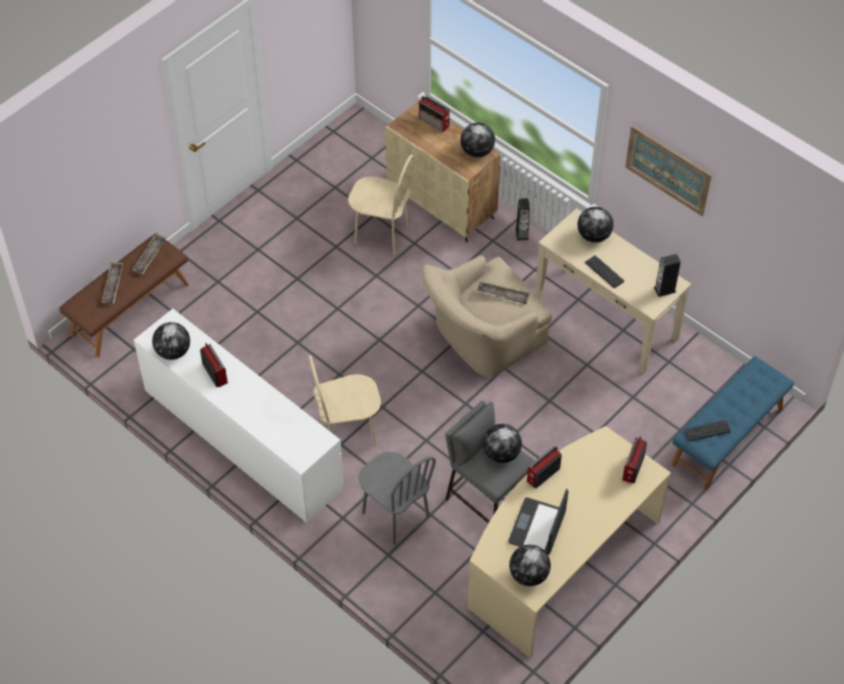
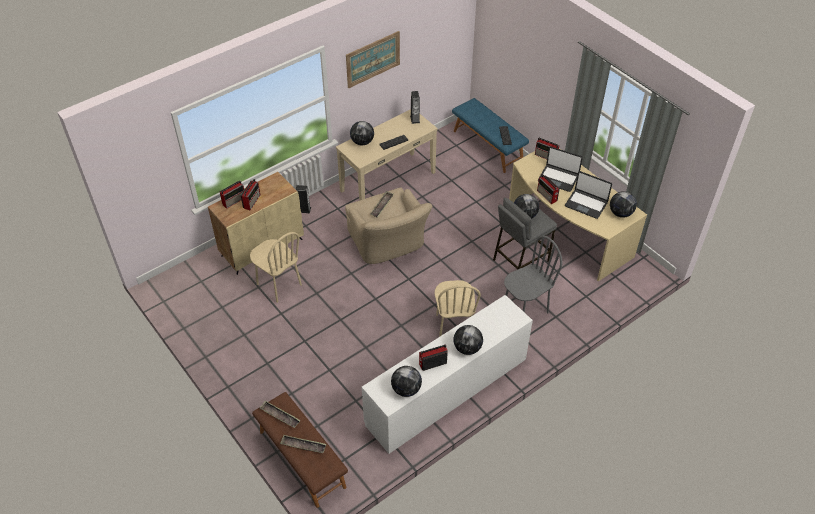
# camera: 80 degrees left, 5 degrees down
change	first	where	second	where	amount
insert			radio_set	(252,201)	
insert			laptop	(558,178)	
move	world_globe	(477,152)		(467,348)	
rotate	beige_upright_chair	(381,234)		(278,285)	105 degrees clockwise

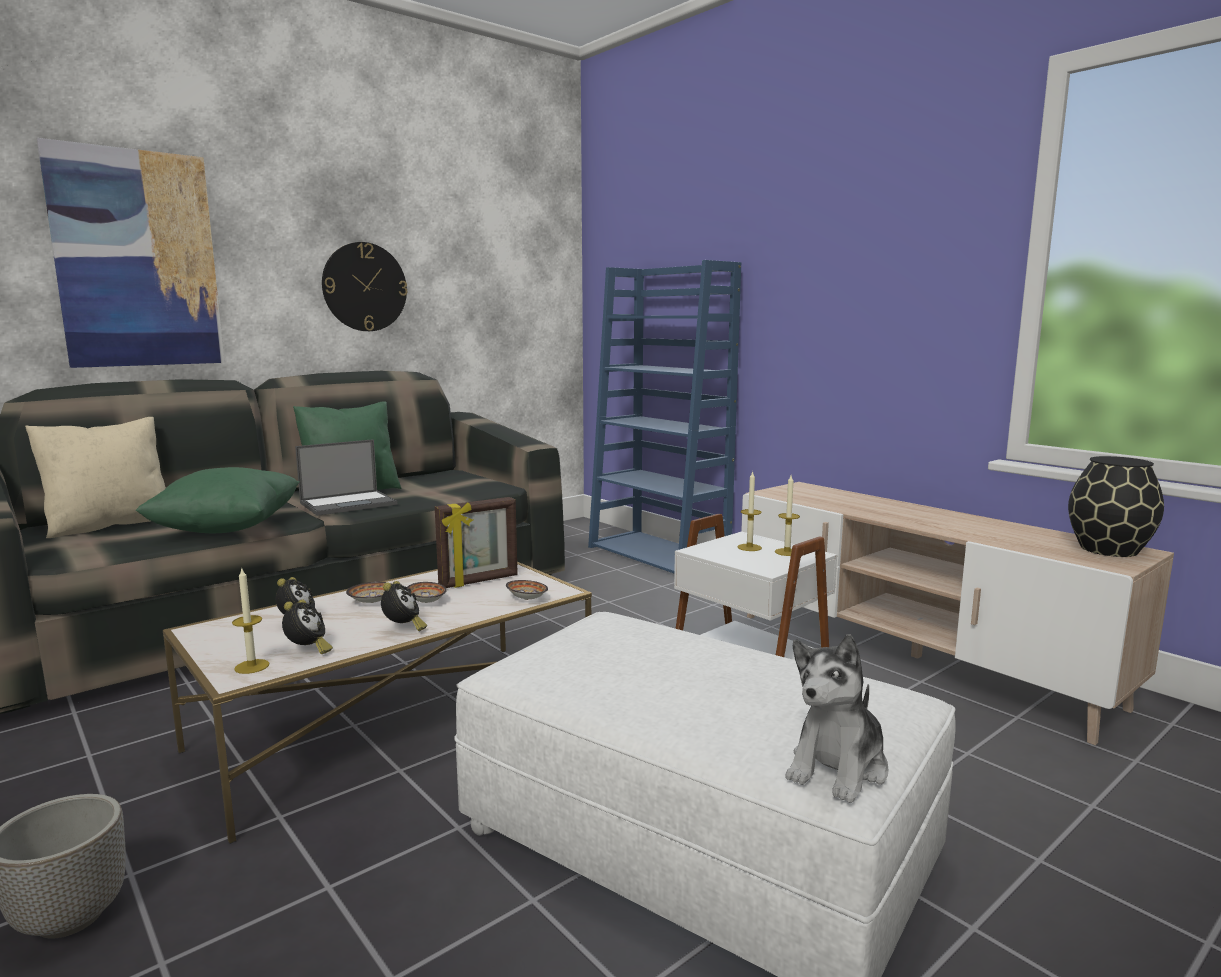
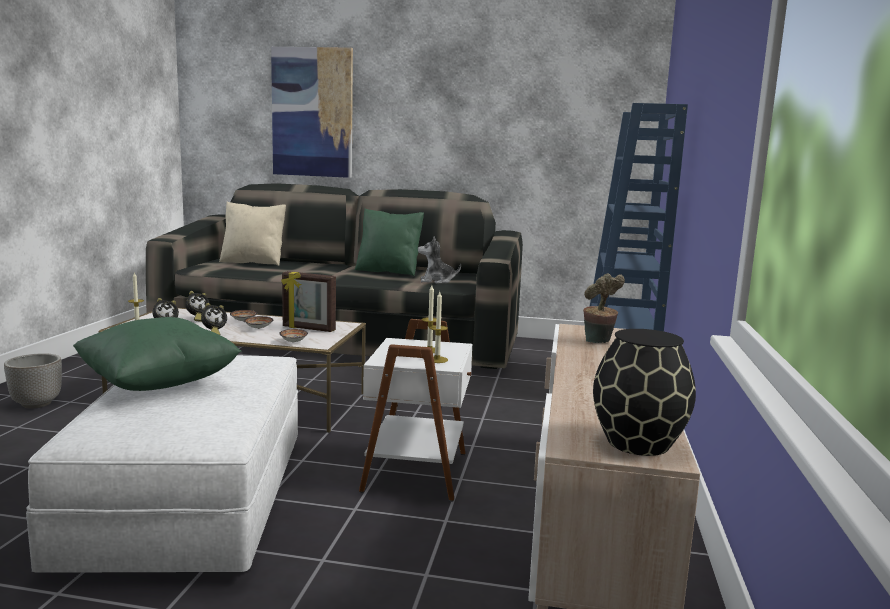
# camera: 50 degrees right, 0 degrees up
change	first	where	second	where	amount
delete	laptop	(349,503)			
delete	wall_clock	(364,287)			
insert			houseplant	(599,342)	
move	green-coloured_throw_pillow	(227,529)		(159,384)	
move	soft_toy	(838,768)		(436,281)	

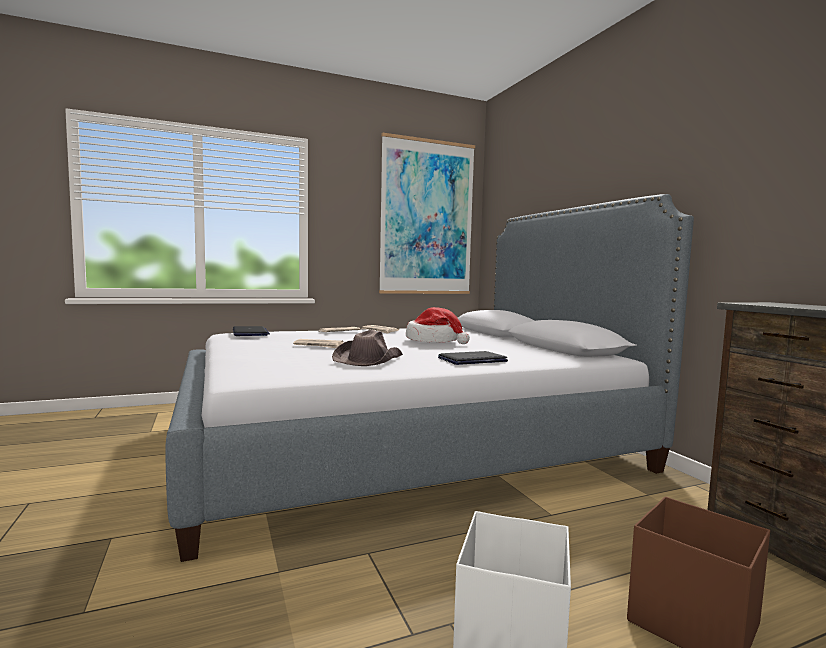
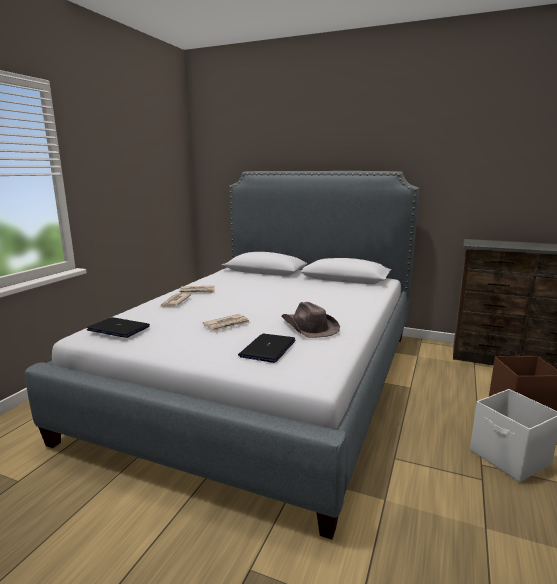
# camera: 45 degrees left, 10 degrees up
change	first	where	second	where	amount
delete	picture	(427,218)			
delete	wearable_hat	(434,341)			
move	laptop	(472,360)		(268,349)	

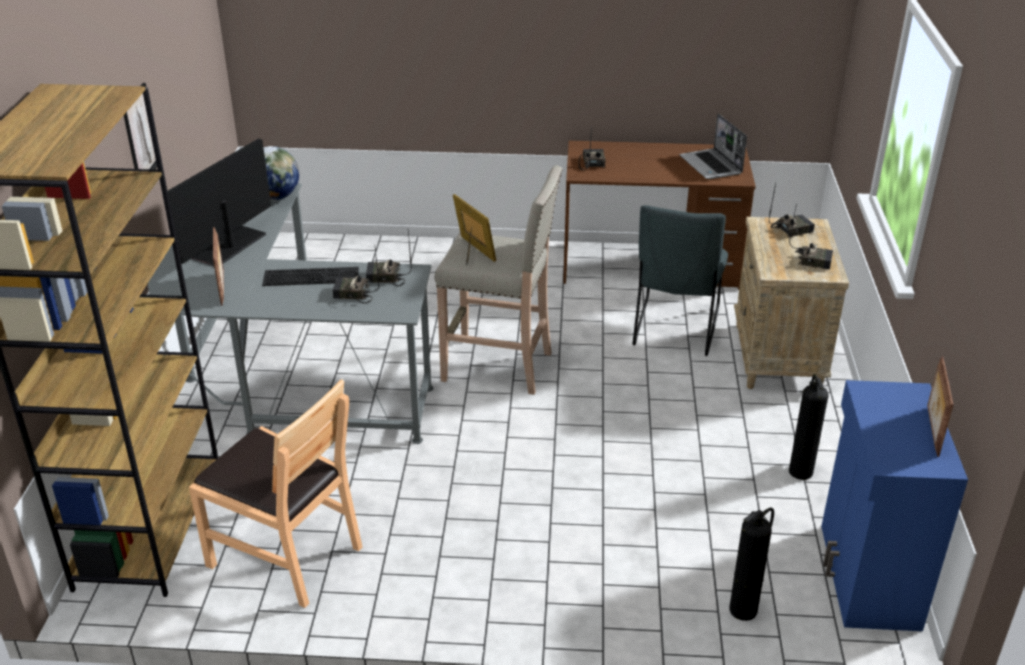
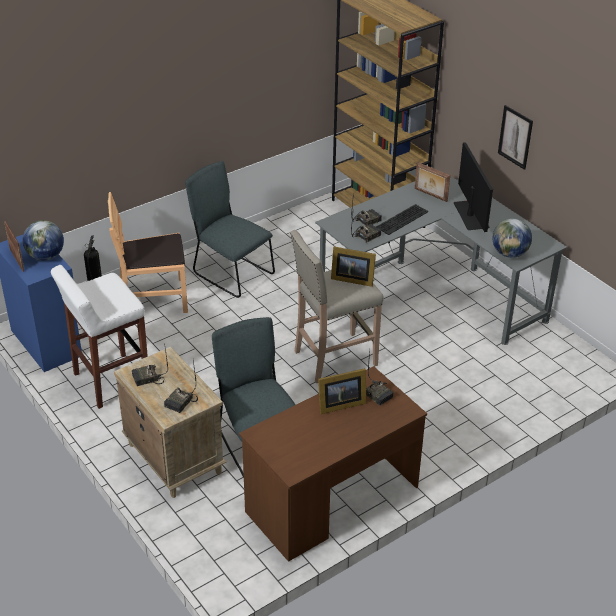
# camera: 140 degrees right, 5 degrees up
change	first	where	second	where	amount
delete	laptop	(711,166)			
insert			world_globe	(45,256)	
insert			grey_upright_chair	(230,272)	
insert			picture_frame	(339,404)	
move	brown-coloured_upright_chair	(285,554)		(153,298)	
replace	fire-fighting_cylinder	(800,471)	white-coloured_stool	(110,381)	

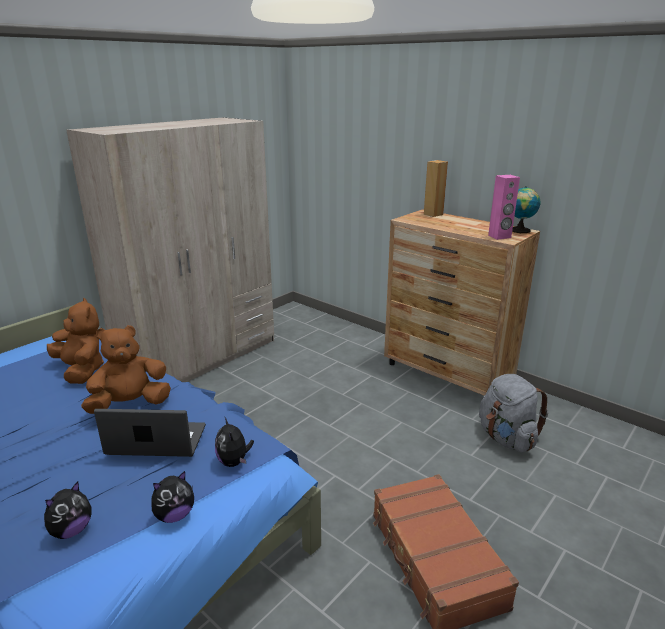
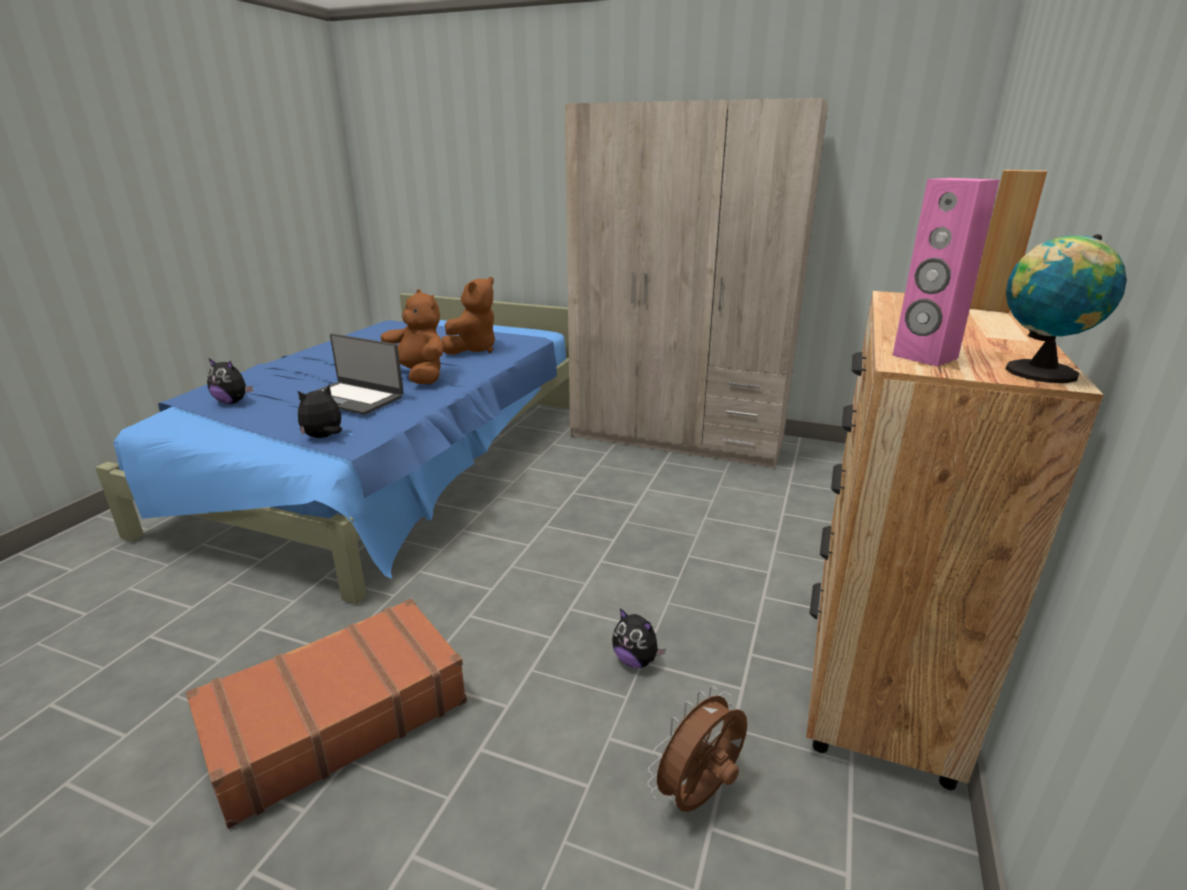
# camera: 70 degrees right, 0 degrees up
change	first	where	second	where	amount
move	soft_toy	(174,515)		(636,660)	
replace	grey_rucksack	(506,438)	brown-coloured_cooling_fan	(699,796)	
rotate	laptop	(156,441)		(353,398)	135 degrees clockwise

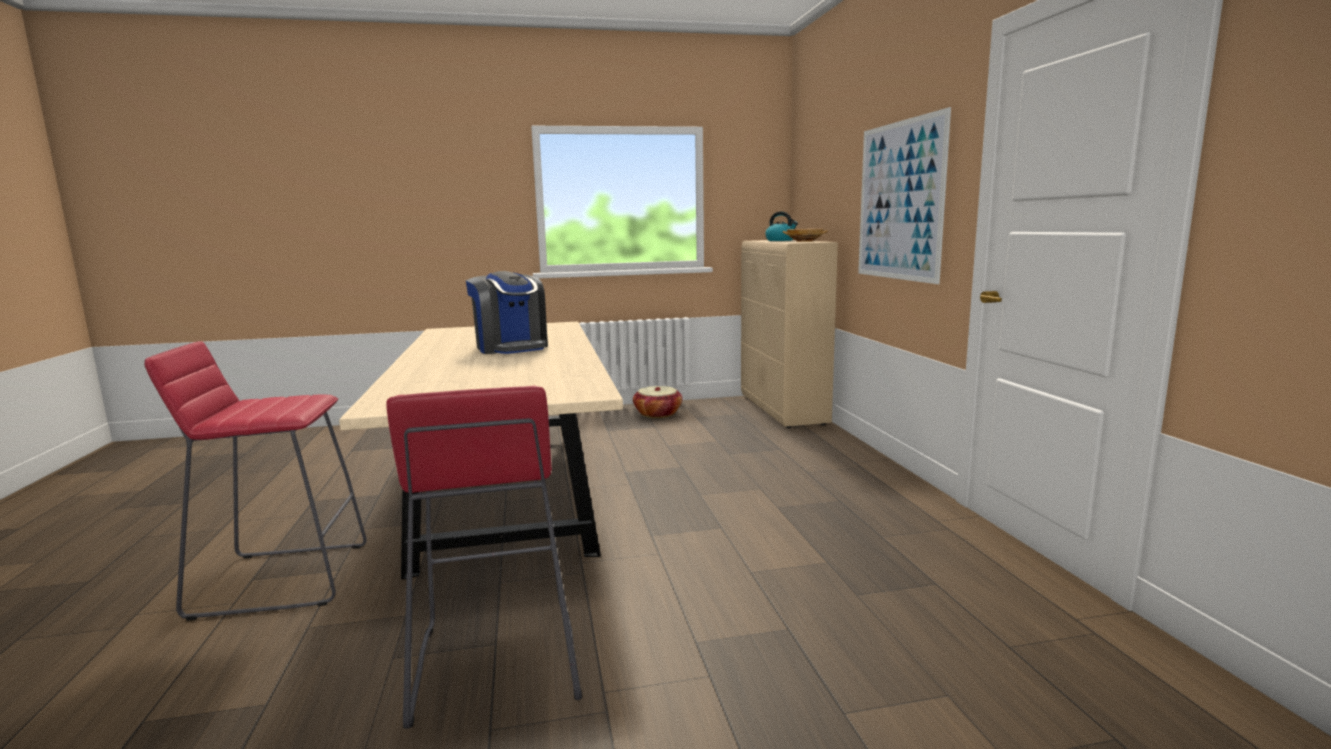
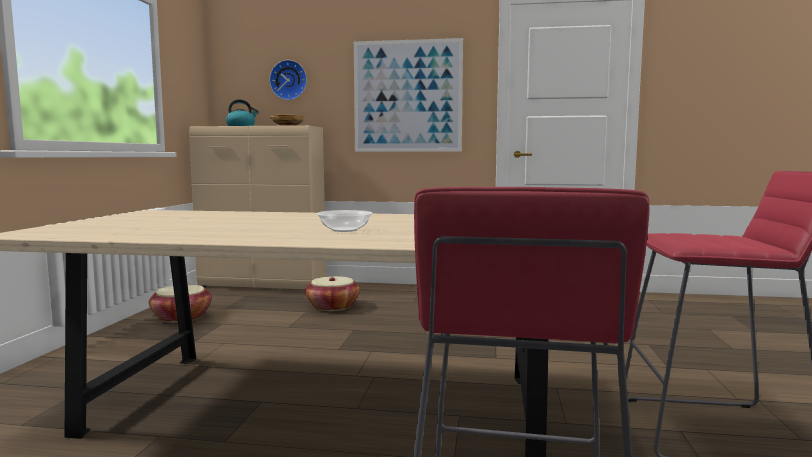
# camera: 70 degrees left, 5 degrees down
change	first	where	second	where	amount
delete	coffee_machine	(511,347)			
insert			wall_clock	(289,80)	
insert			basket	(333,306)	
insert			serving_bowl	(344,230)	

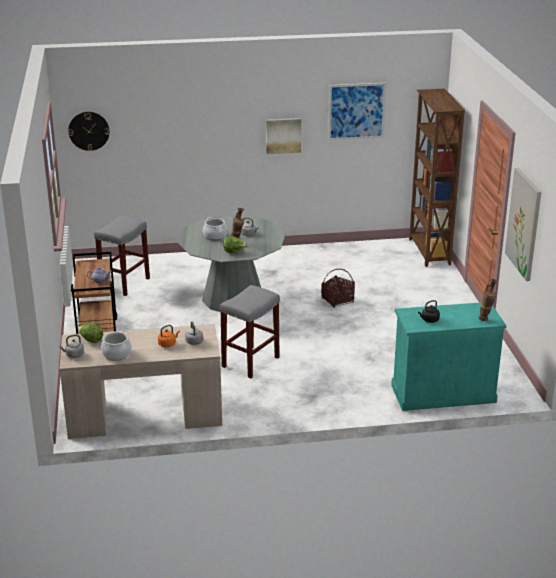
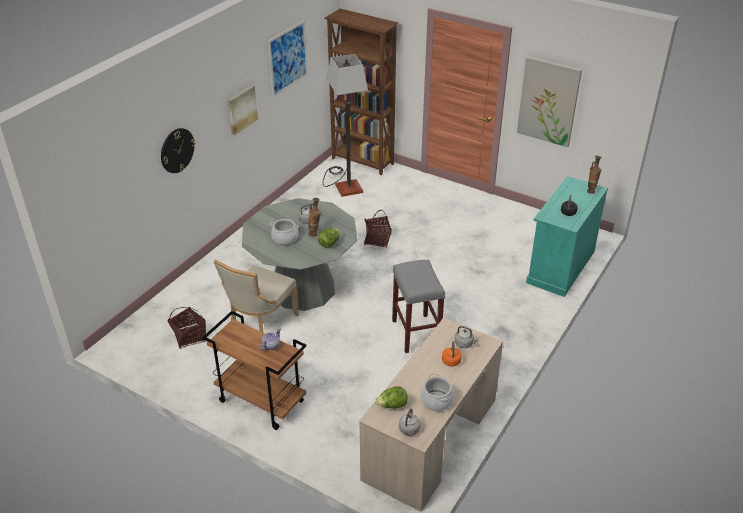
# camera: 50 degrees left, 10 degrees up
change	first	where	second	where	amount
insert			beige_upright_chair	(260,325)	
insert			standard_lamp	(344,185)	
move	wall_clock	(89,131)		(177,150)	
replace	grey_stool	(125,283)	basket	(189,337)	

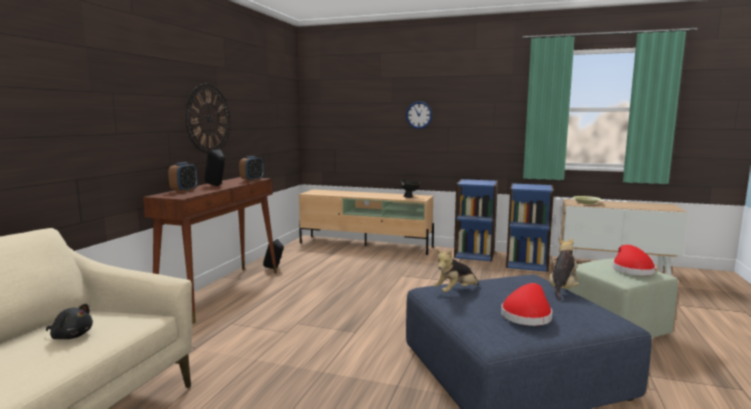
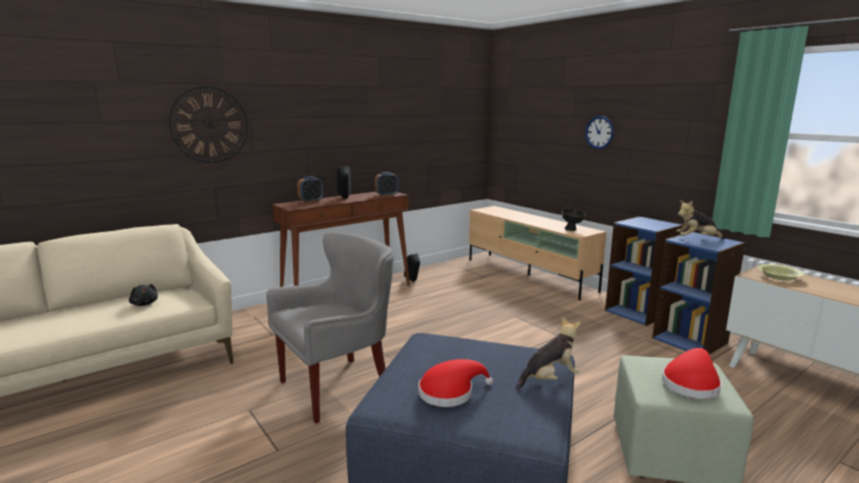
# camera: 35 degrees right, 5 degrees up
change	first	where	second	where	amount
insert			grey_easy_chair	(339,388)	
move	wall_clock	(208,119)		(209,125)	
move	soft_toy	(455,291)		(697,239)	

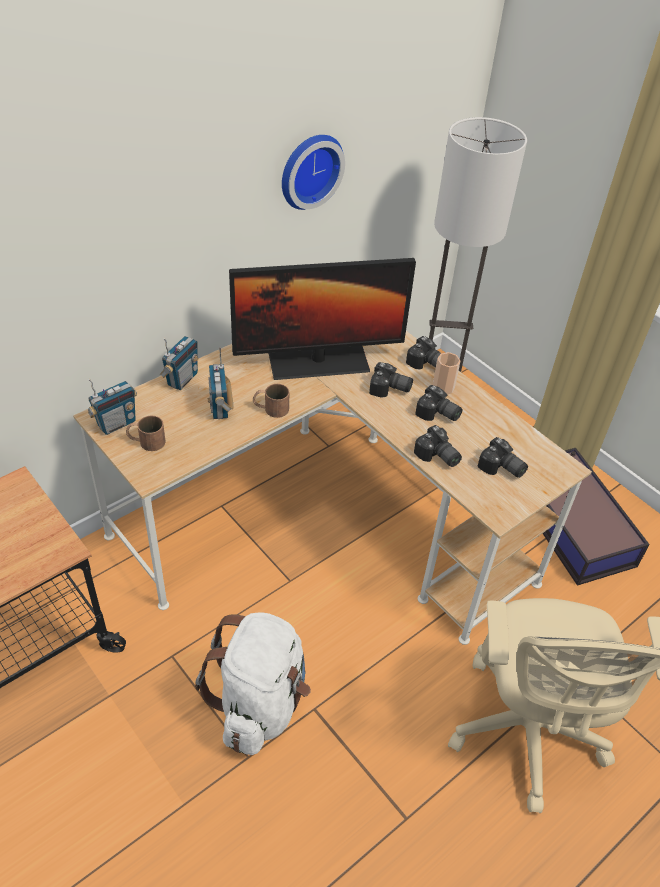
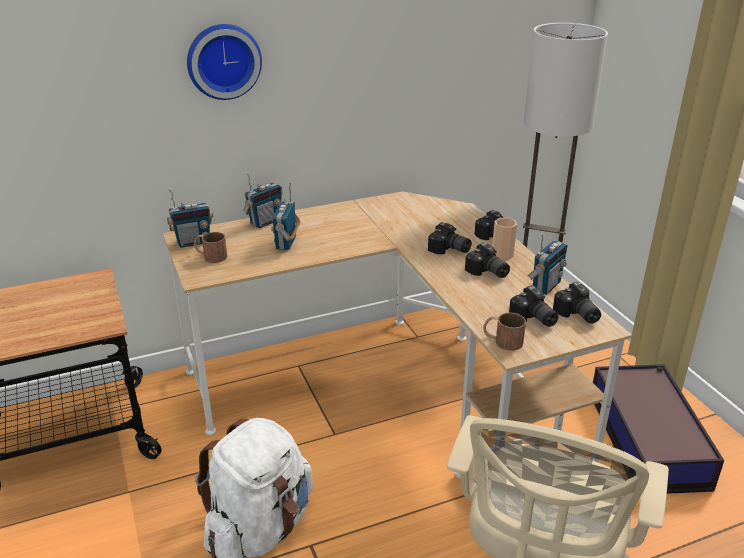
# camera: 20 degrees right, 15 degrees down
change	first	where	second	where	amount
delete	monitor	(318,361)			
insert			radio_set	(545,286)	
move	brown-coloured_tea_mug	(270,408)		(502,341)	
move	wall_clock	(308,169)		(223,60)	
move	photo_camera	(437,457)		(576,315)	

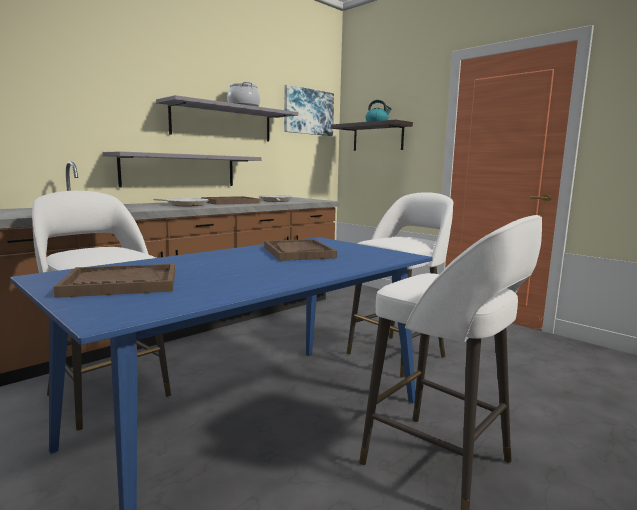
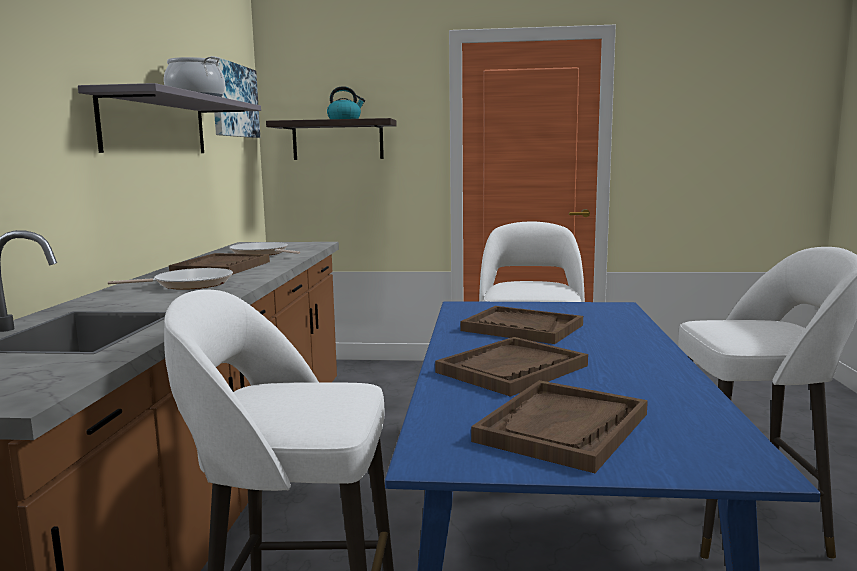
# camera: 40 degrees left, 0 degrees up
change	first	where	second	where	amount
delete	grey_shelf	(180,170)			
insert			brown-coloured_tray	(512,369)	

